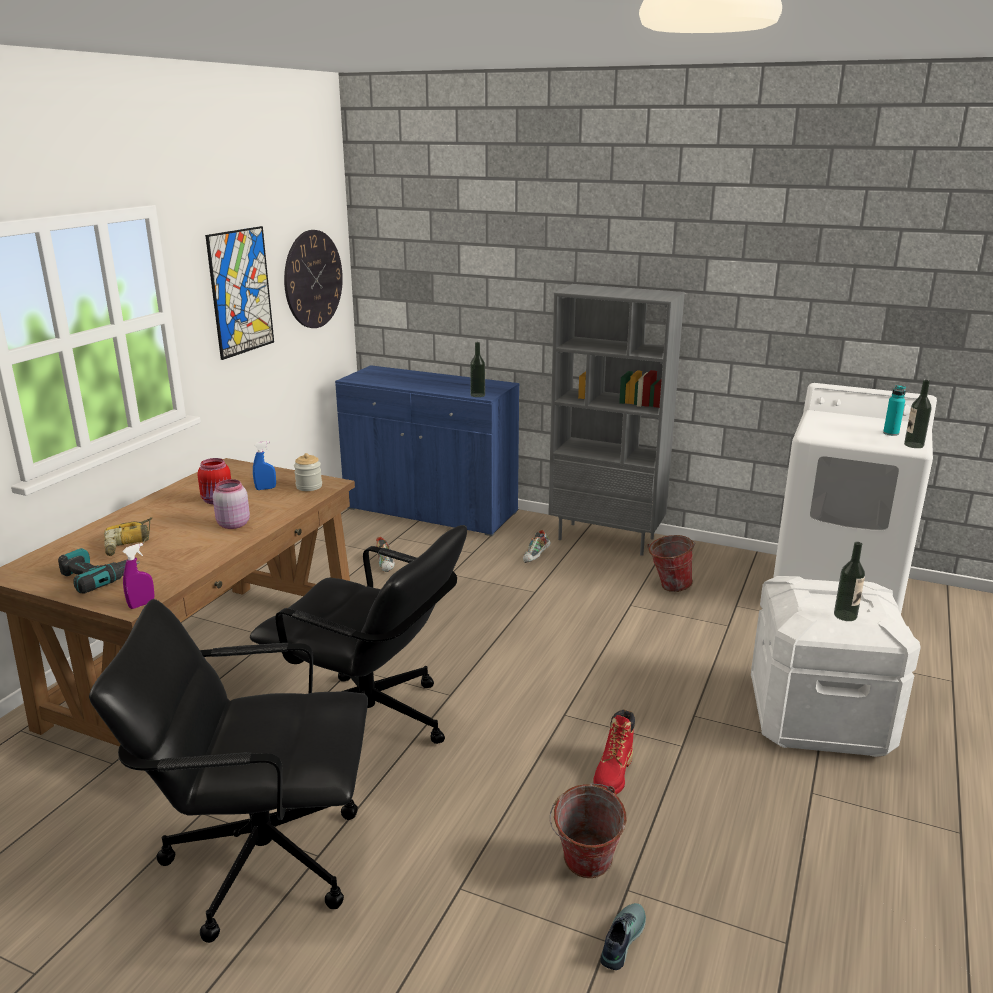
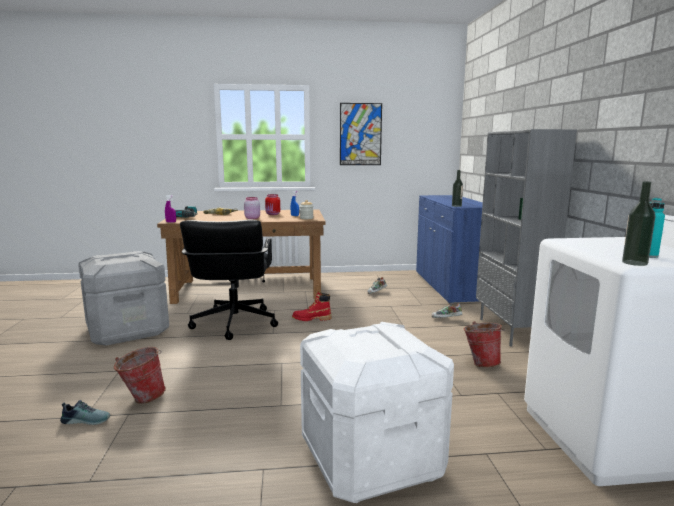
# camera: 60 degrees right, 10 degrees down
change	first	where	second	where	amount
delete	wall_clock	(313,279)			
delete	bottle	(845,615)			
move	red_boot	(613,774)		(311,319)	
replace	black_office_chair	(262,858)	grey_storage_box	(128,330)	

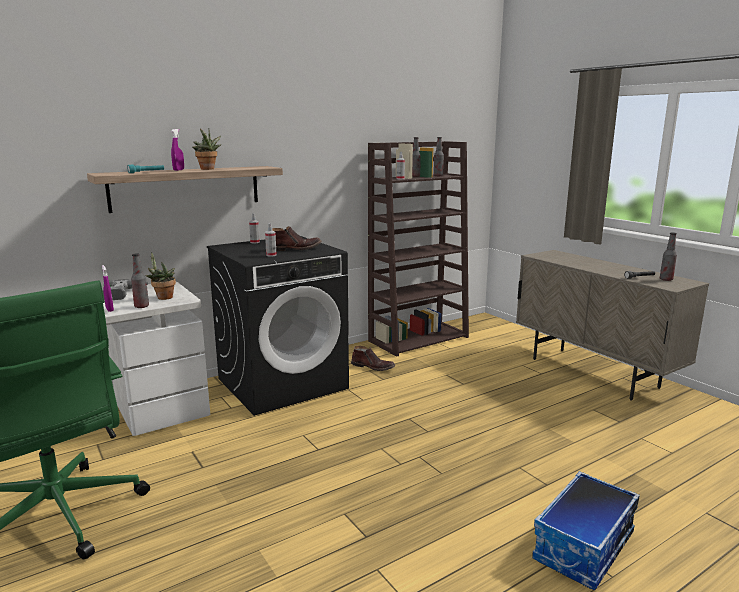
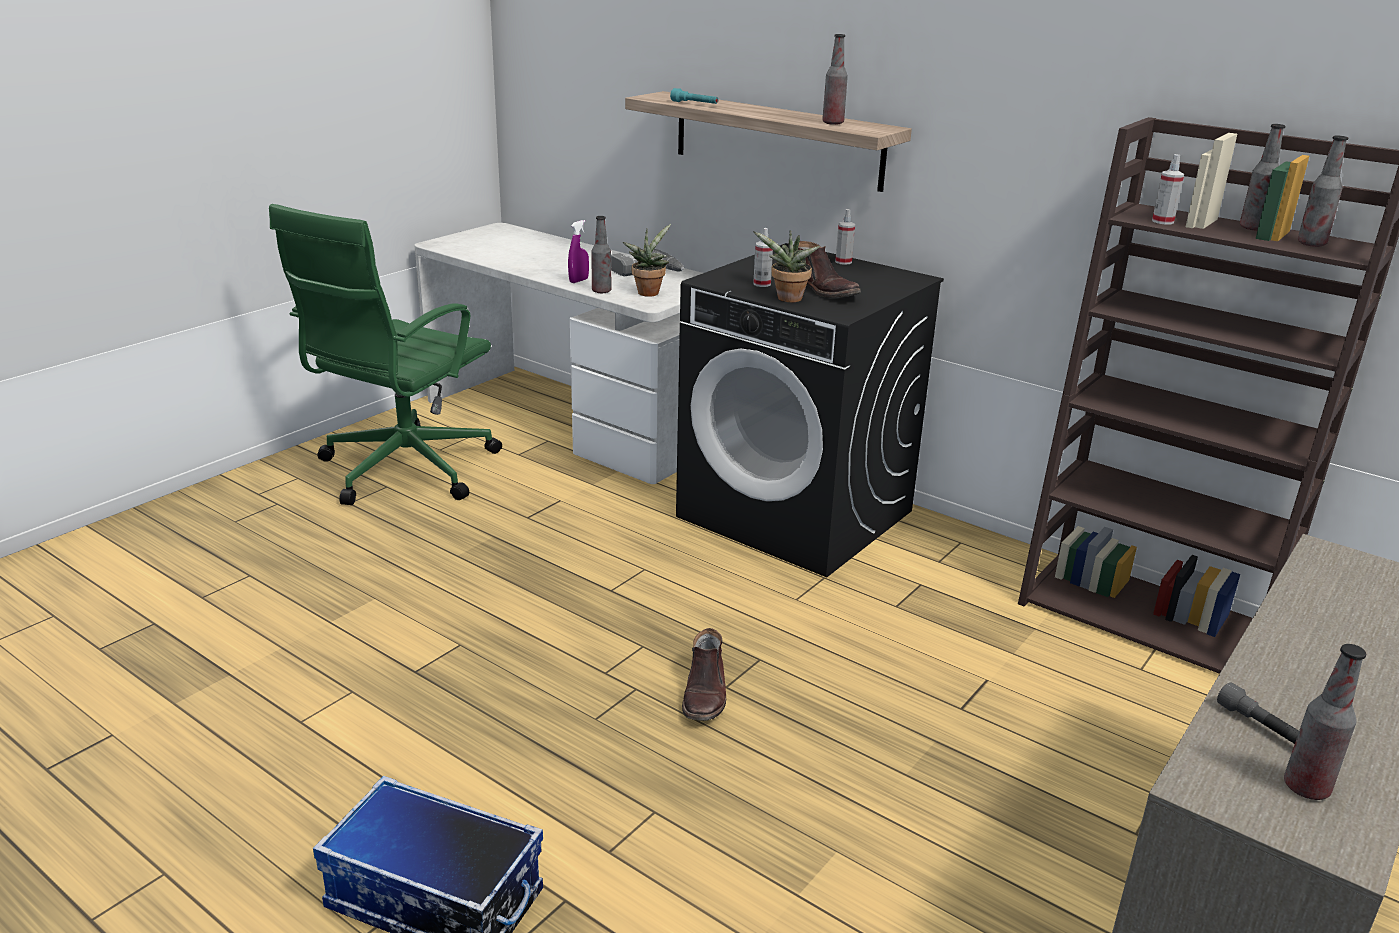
# camera: 70 degrees right, 10 degrees up
change	first	where	second	where	amount
delete	purplish_hand_sprayer	(178,170)			
insert			bottle	(833,123)	
move	houseplant	(208,169)		(787,299)	
move	brown-coloured_boot	(373,367)		(705,694)	

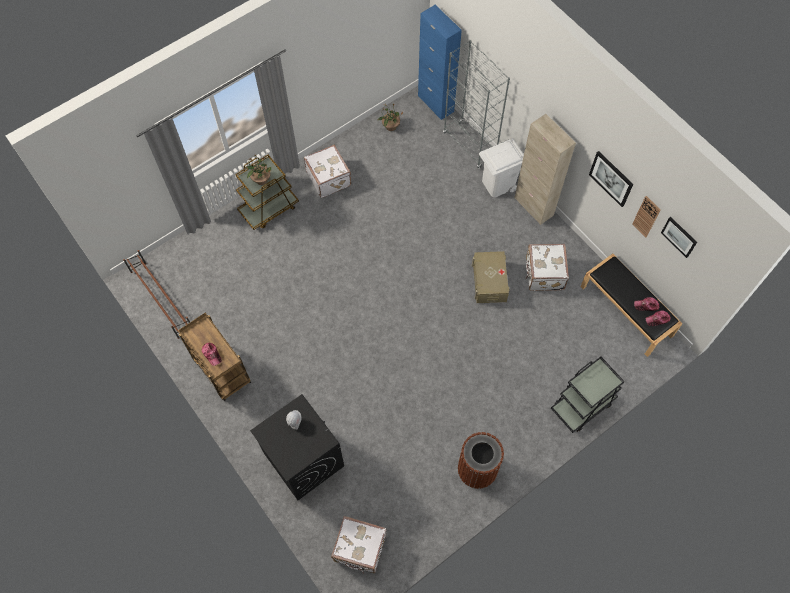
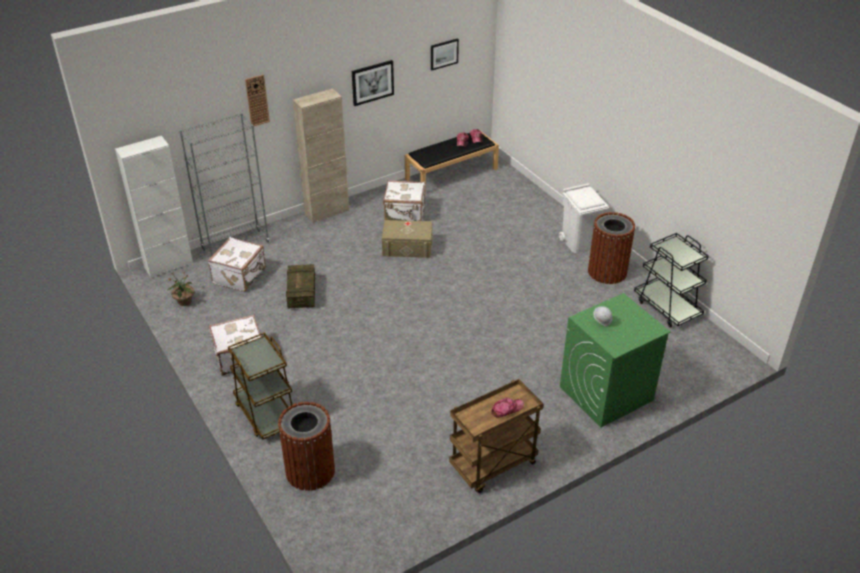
# camera: 85 degrees left, 25 degrees down
change	first	where	second	where	amount
delete	brown-coloured_shoe_rack	(161,299)			
delete	houseplant	(261,179)			
insert			brown-coloured_waste_bin	(310,471)	
insert			crate	(301,293)	
move	white-coloured_piece_of_luggage	(360,549)		(240,276)	
move	white-coloured_waste_bin	(498,184)		(579,243)	
move	black_wheeled_cart	(582,405)		(667,307)	
move	wall_clock	(646,216)		(257,100)	
recolor	black_laundry_machine	(303,459)	green-coloured_laundry_machine	(606,394)	
recolor	blue_storage_cabinet	(436,103)	white-coloured_storage_cabinet	(168,265)	

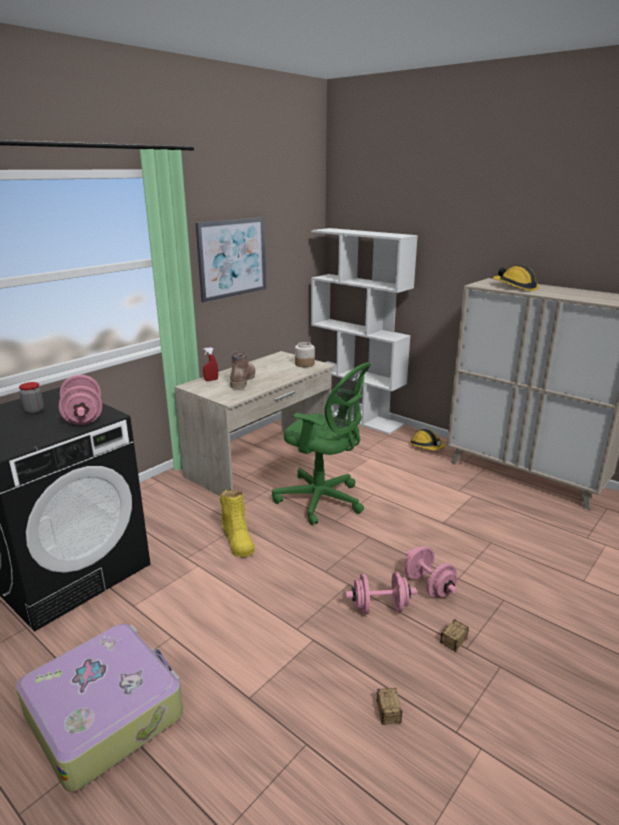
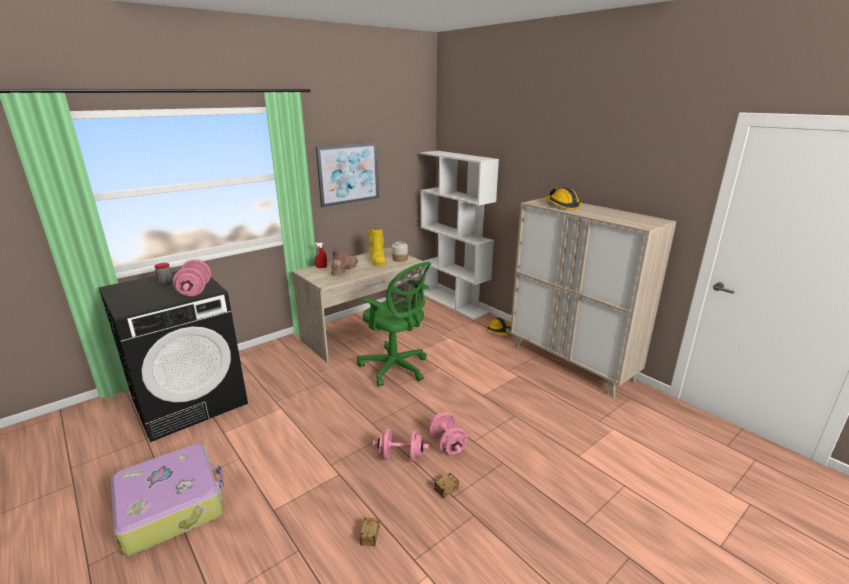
# camera: 10 degrees right, 0 degrees up
change	first	where	second	where	amount
move	yellow-coloured_boot	(237,540)		(377,260)	

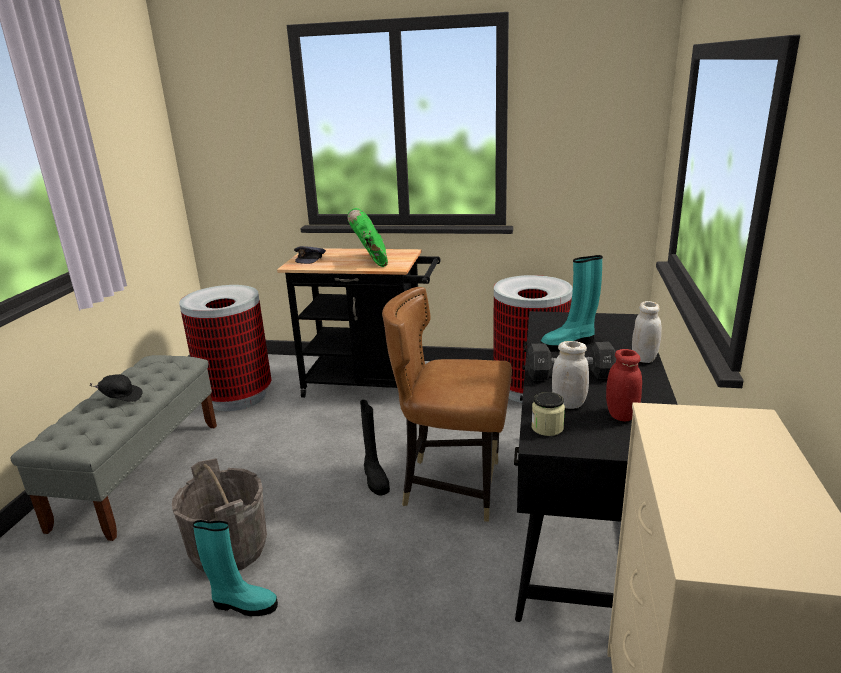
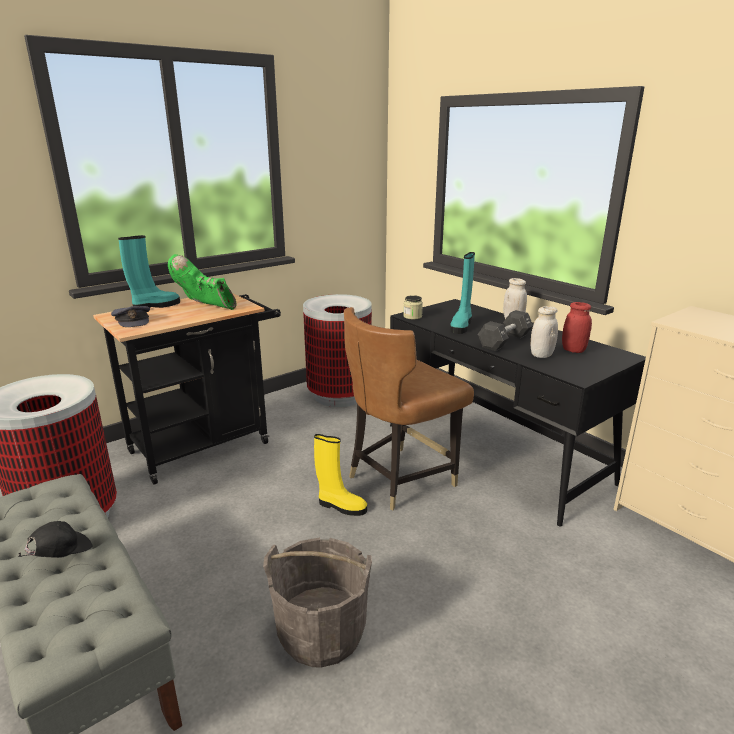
# camera: 50 degrees left, 0 degrees up
change	first	where	second	where	amount
move	blue-green_boot	(243,605)		(155,306)	
move	storage_jar	(547,428)		(412,316)	
recolor	black_boot	(375,479)	yellow-coloured_boot	(341,506)	

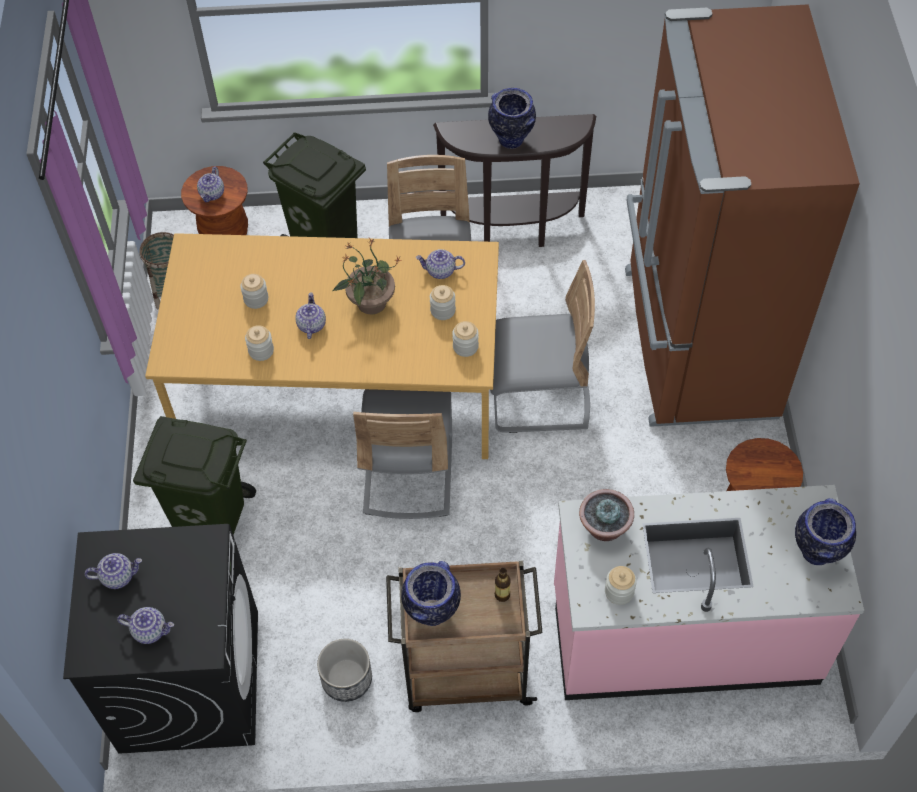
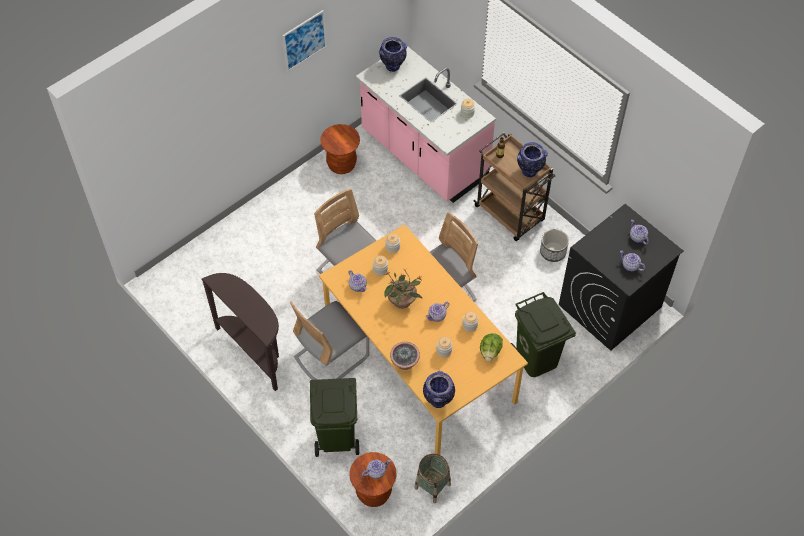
# camera: 130 degrees left, 0 degrees up
change	first	where	second	where	amount
delete	brown-coloured_refrigerator	(696,343)			
insert			picture	(304,40)	
insert			lettuce_head	(490,351)	
move	decorative_vase	(511,140)		(438,400)	
move	houseplant	(604,528)		(405,363)	

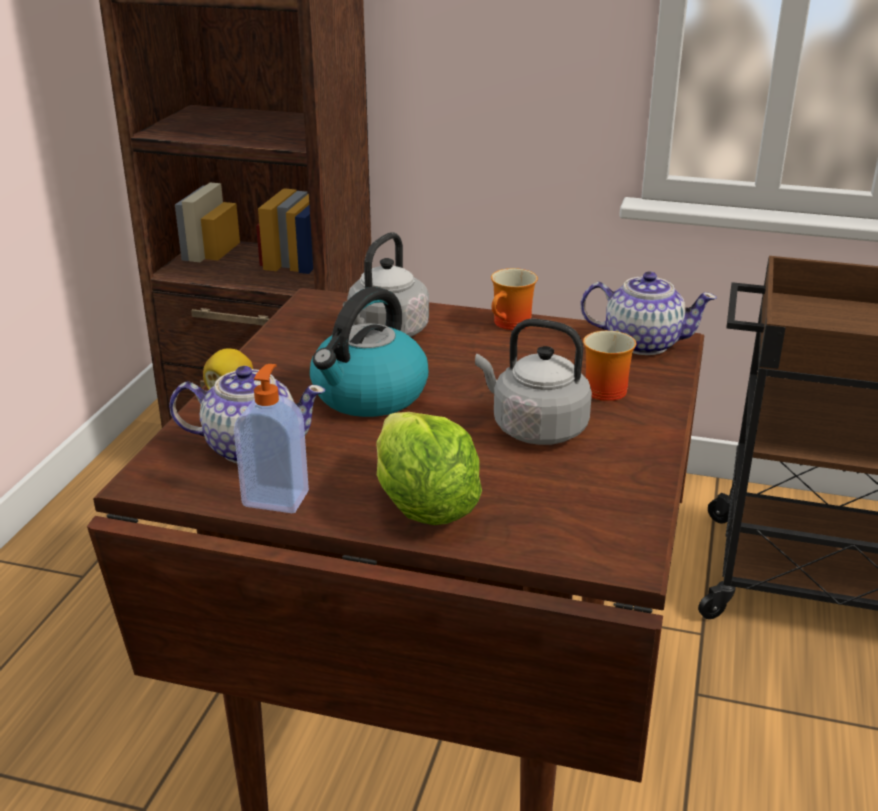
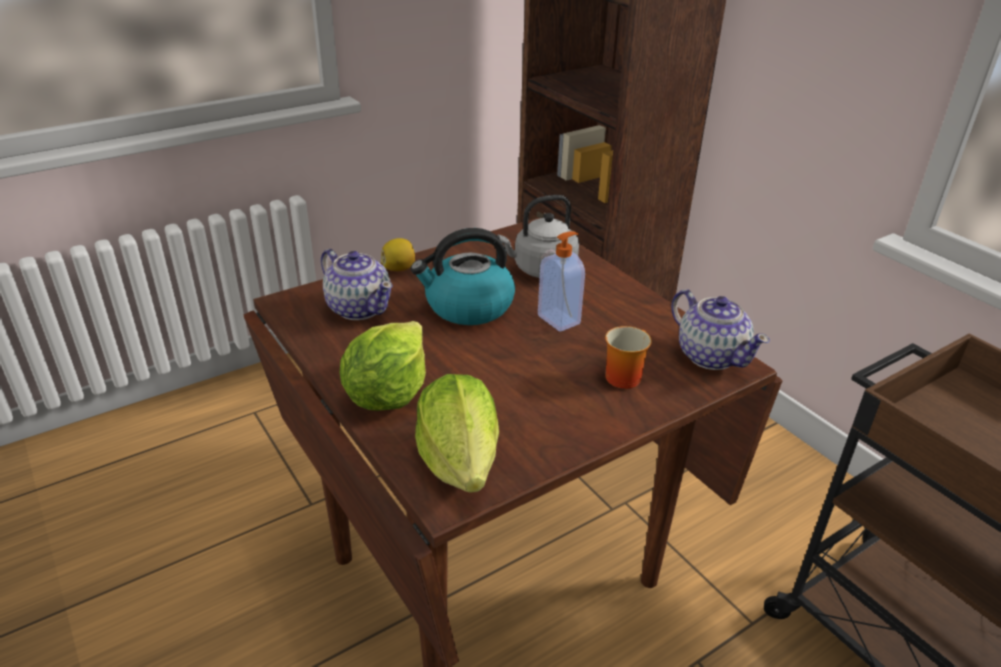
# camera: 40 degrees right, 5 degrees up
change	first	where	second	where	amount
delete	grey_tea_kettle	(534,428)			
delete	tea_mug	(512,325)			
insert			lettuce_head	(460,461)	
move	liquid_soap_bottle	(276,498)		(560,319)	

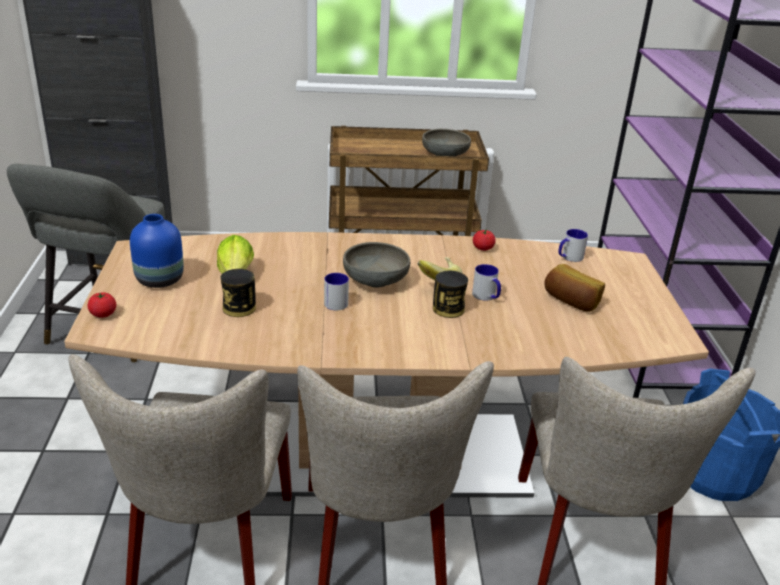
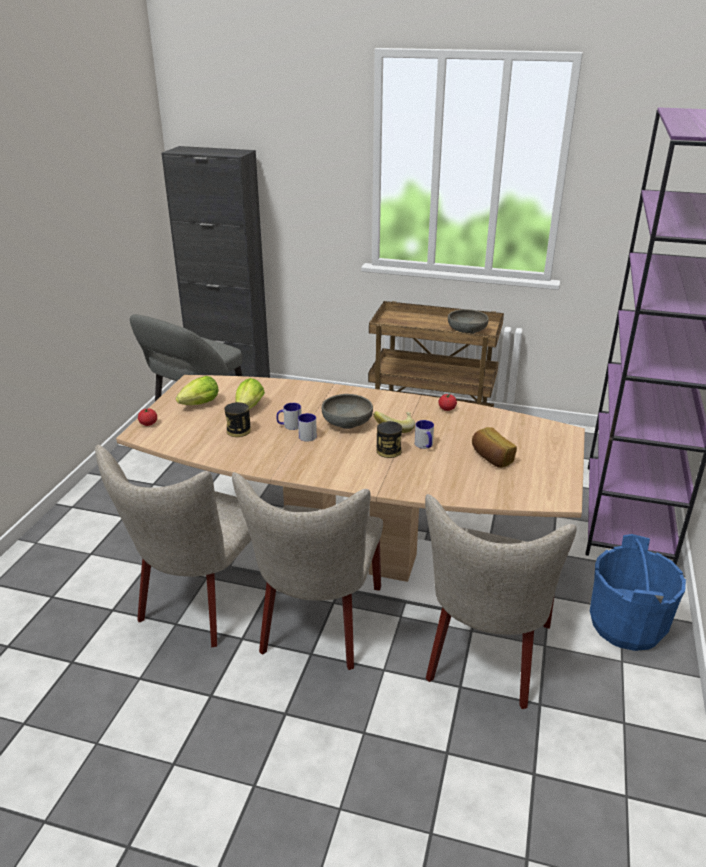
# camera: 20 degrees right, 0 degrees up
change	first	where	second	where	amount
move	tea_mug	(569,257)		(289,426)	
replace	blue_decorative_vase	(161,279)	lettuce_head	(198,405)	

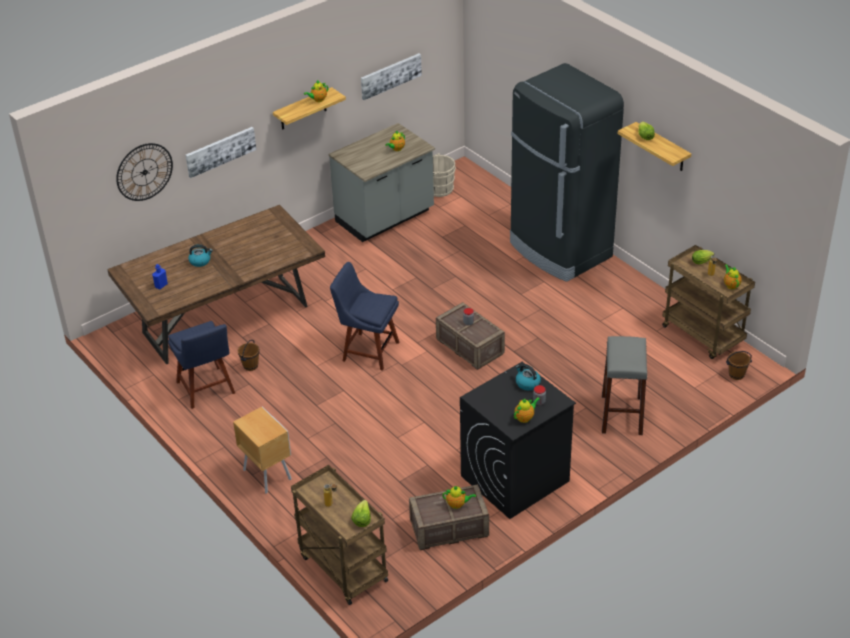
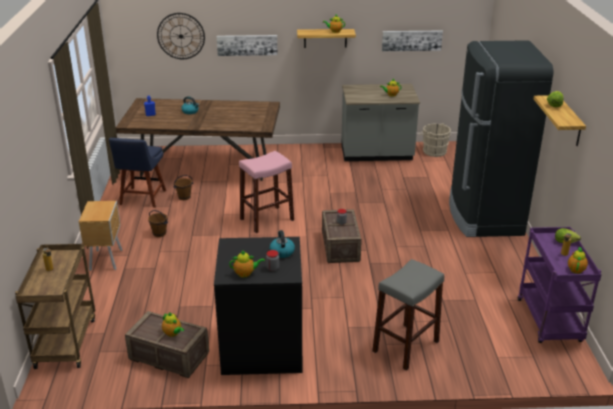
# camera: 35 degrees right, 10 degrees down
change	first	where	second	where	amount
delete	lettuce_head	(362,519)			
move	brown-coloured_water_bucket	(736,375)		(159,233)	
replace	blue_upright_chair	(368,350)	pink-coloured_stool	(267,219)	
recolor	brown-coloured_wheeled_cart	(703,335)	purplish_wheeled_cart	(550,322)	

